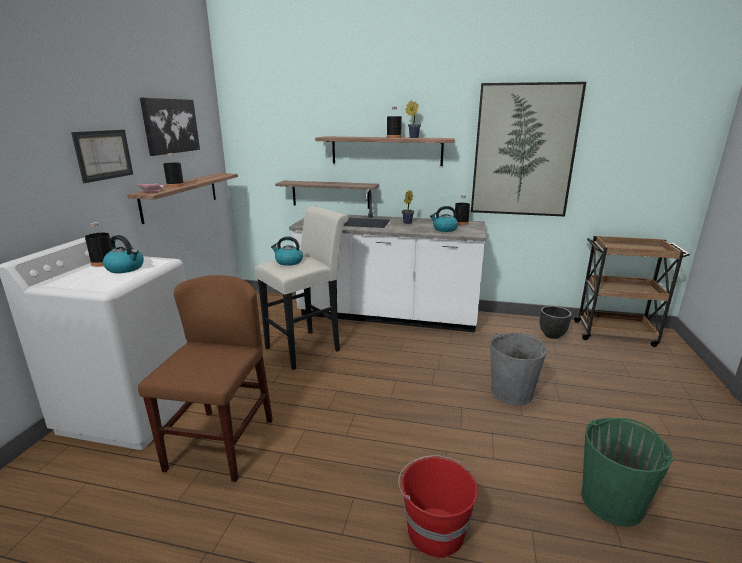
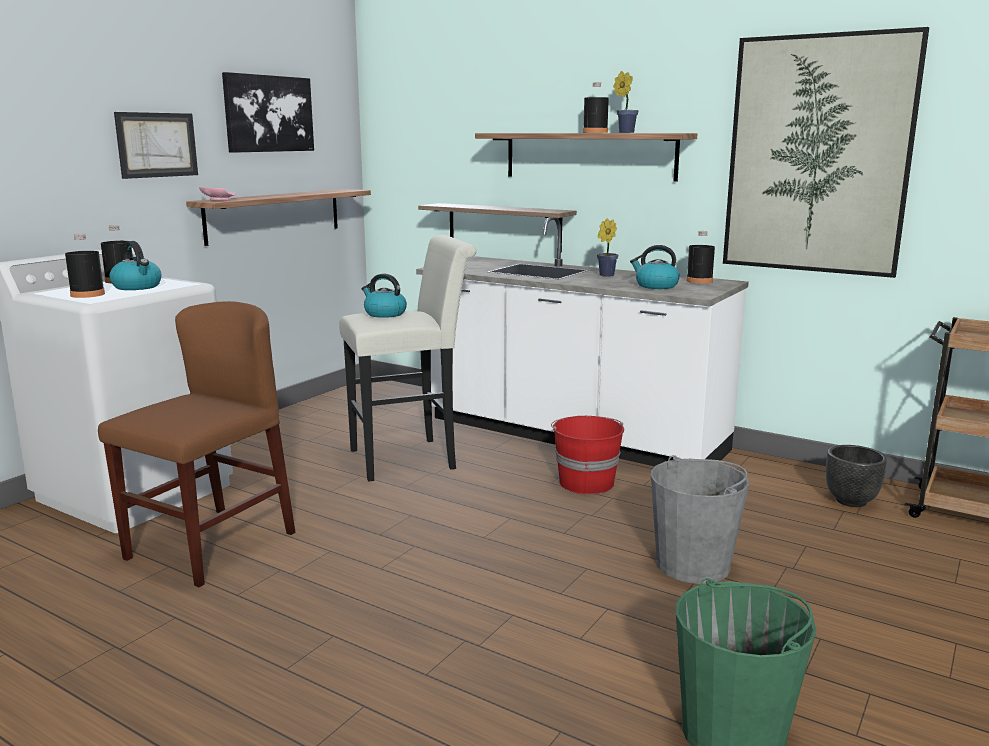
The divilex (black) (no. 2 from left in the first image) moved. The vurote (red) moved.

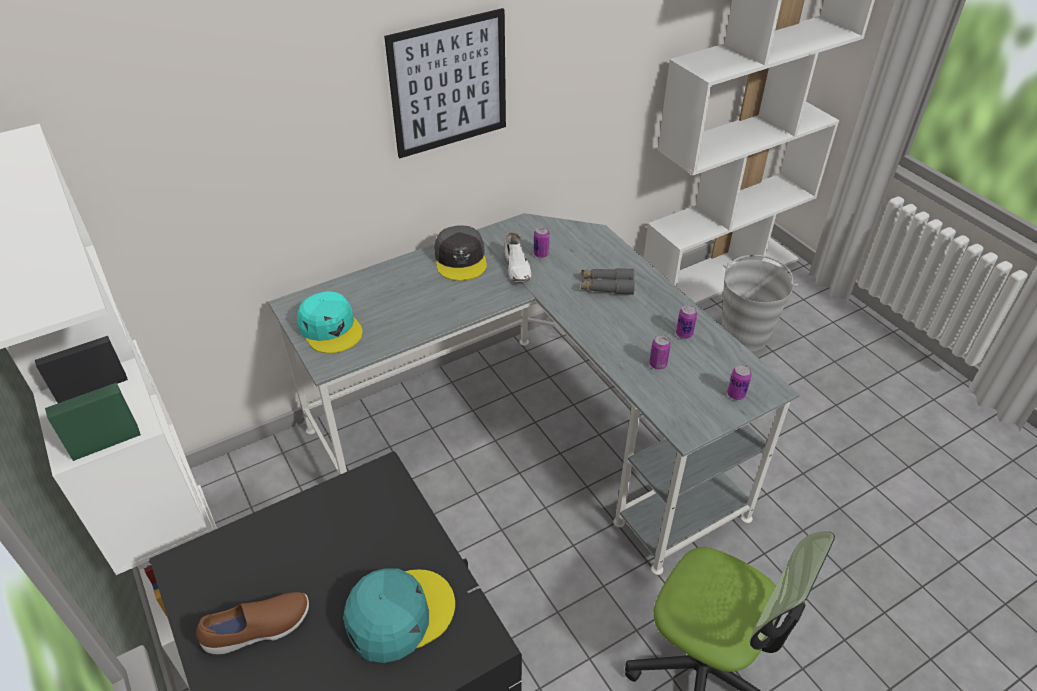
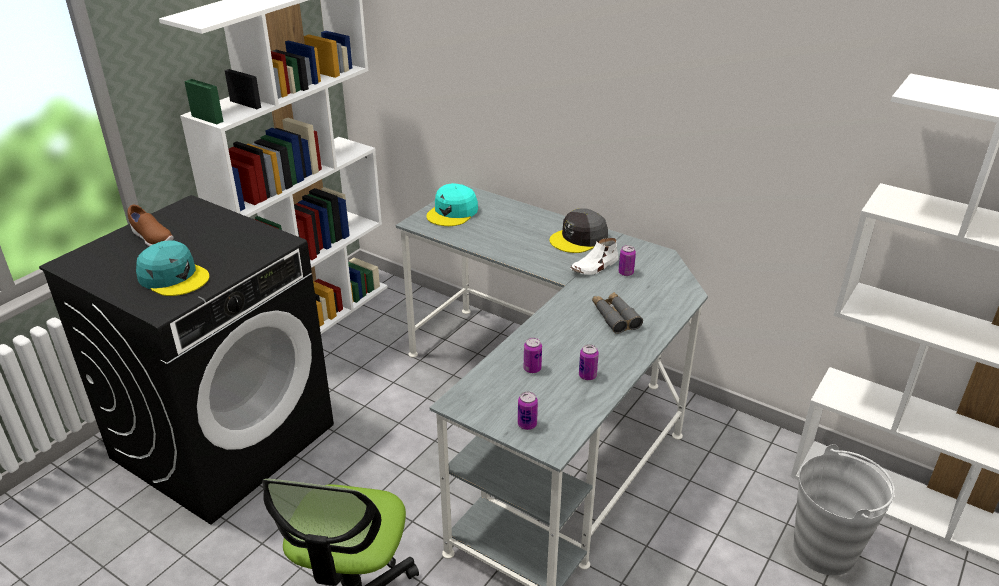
The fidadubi disappeared.

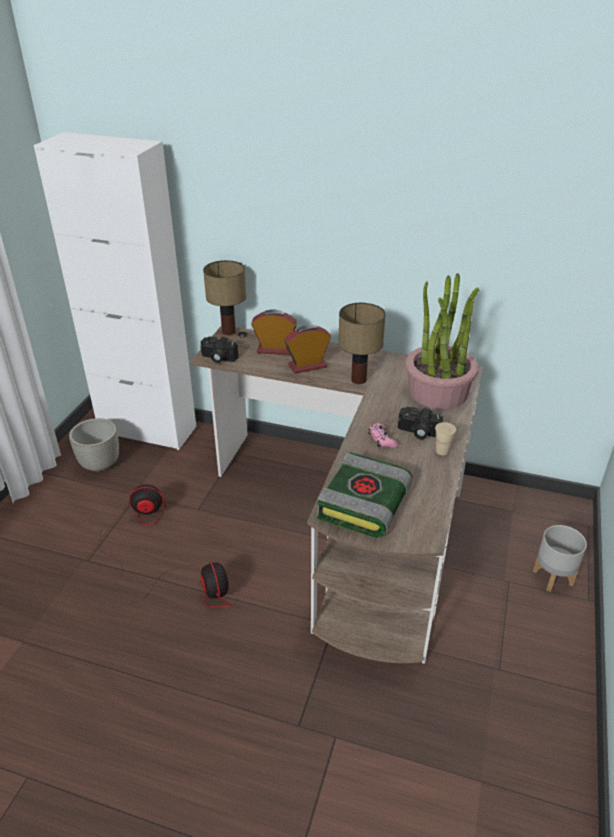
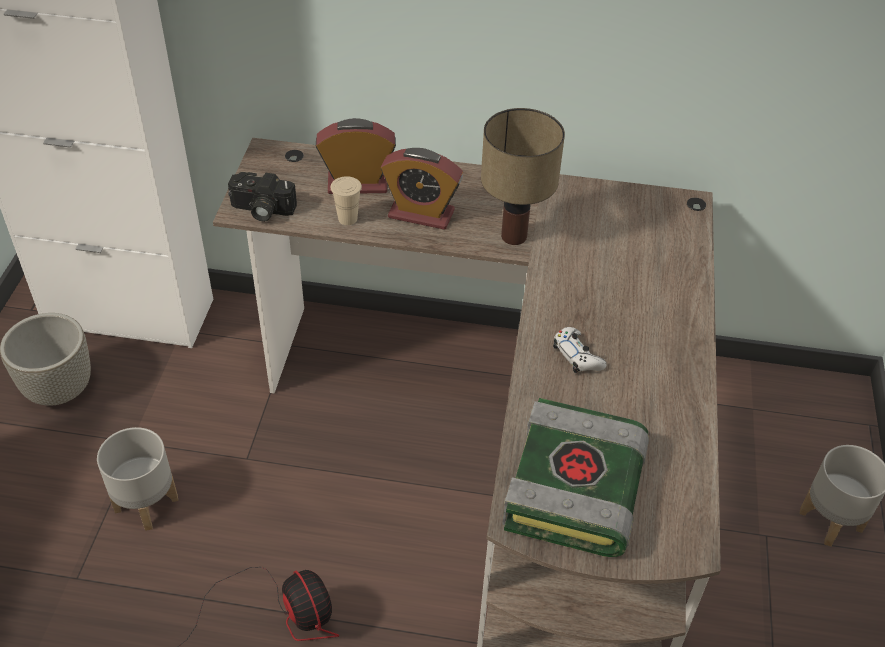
The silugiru (no. 1 from left) disappeared. The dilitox disappeared. The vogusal (no. 2 from left) turned 135 degrees counterclockwise. The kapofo (no. 2 from left) disappeared. The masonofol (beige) moved. The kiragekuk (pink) became the kiragekuk (white). The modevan (no. 1 from left) was replaced by the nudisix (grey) (no. 2 from left).

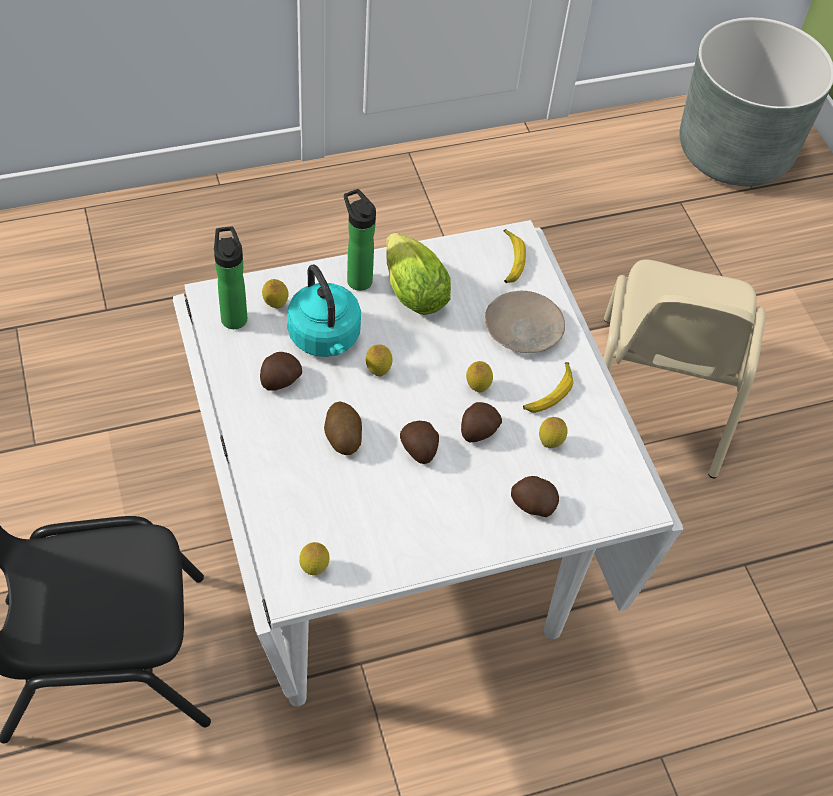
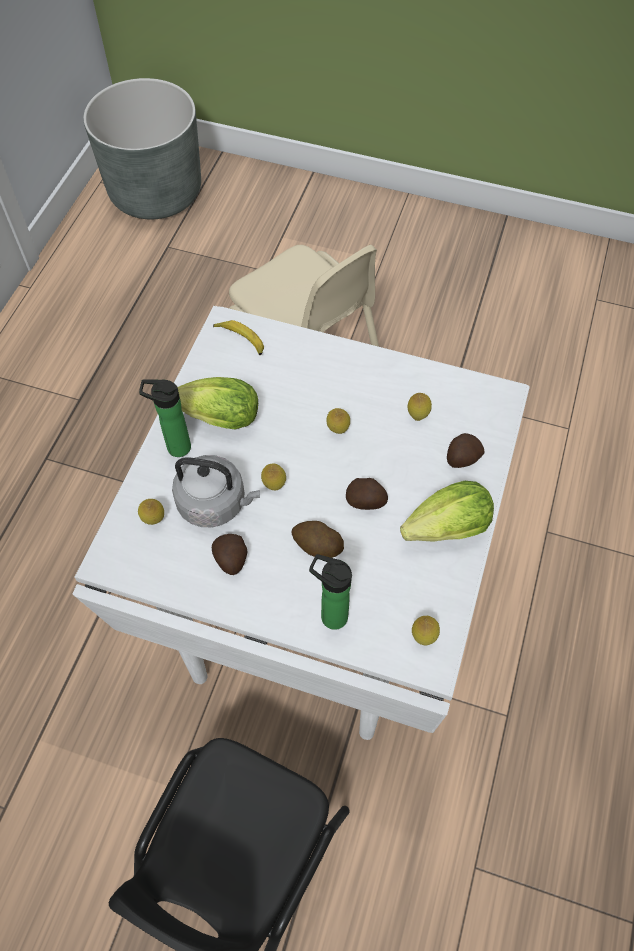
The divilex (no. 1 from left in the first image) moved. The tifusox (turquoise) became the tifusox (grey). The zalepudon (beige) disappeared. The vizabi (no. 2 from left) disappeared. The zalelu (no. 4 from left) disappeared. The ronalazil (no. 2 from left) appeared.

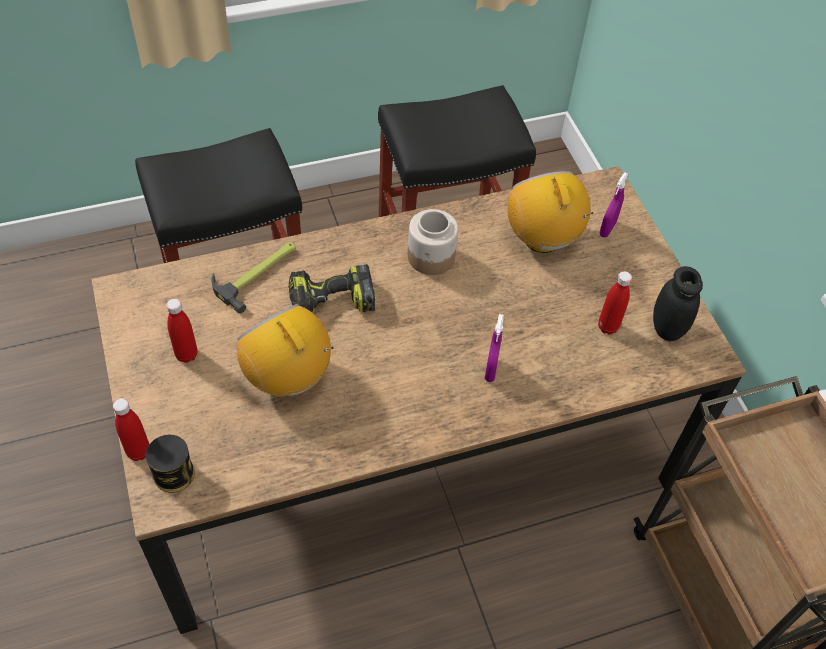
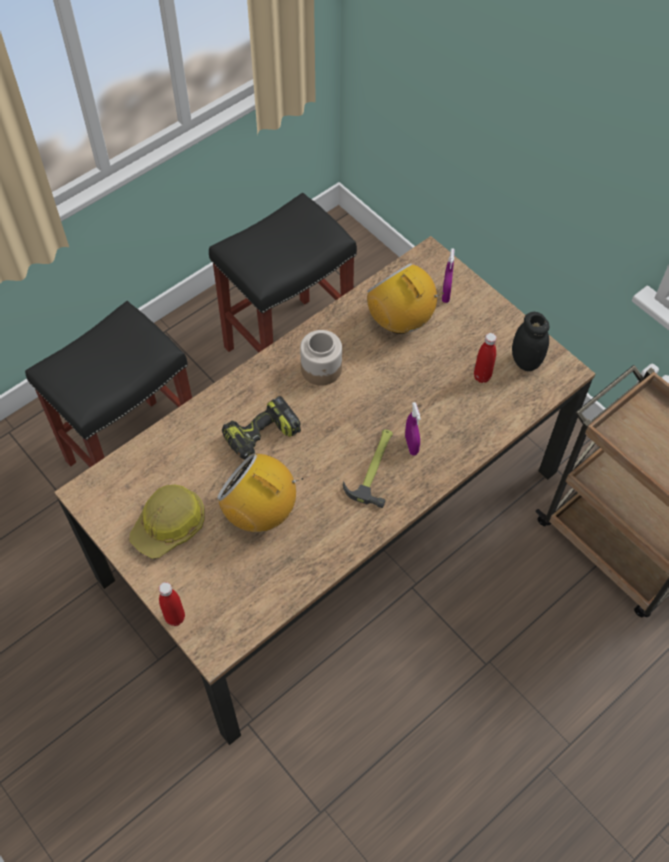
The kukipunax moved. The divilex (red) (no. 2 from left) was replaced by the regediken. The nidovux disappeared.

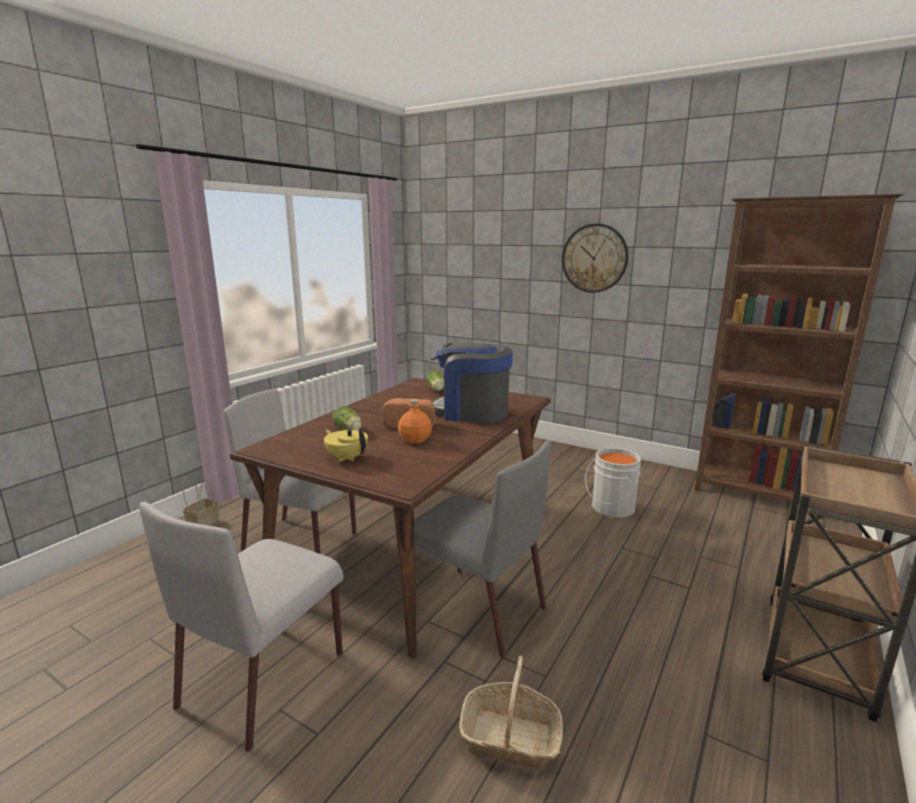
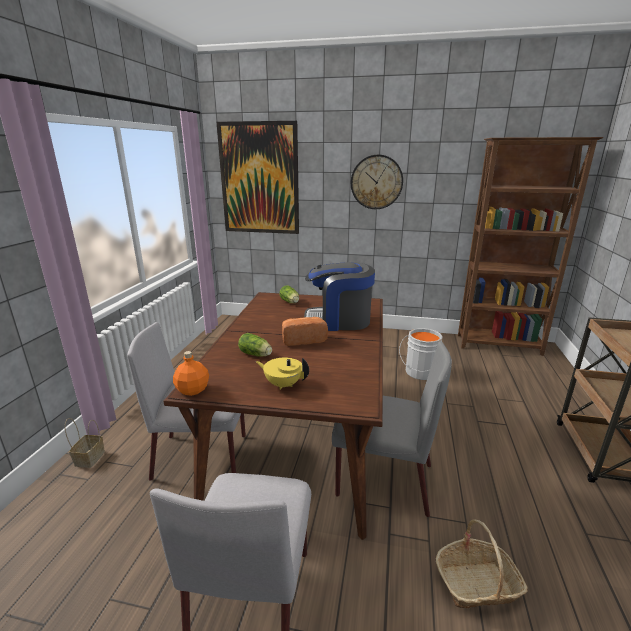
The divilex (orange) moved. The fidadubi appeared.

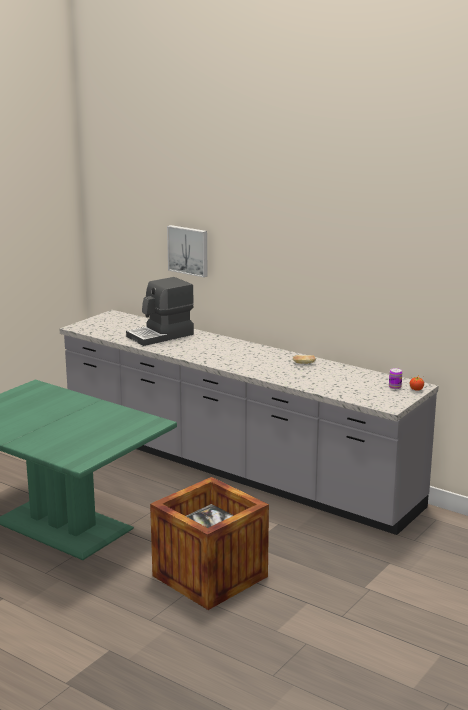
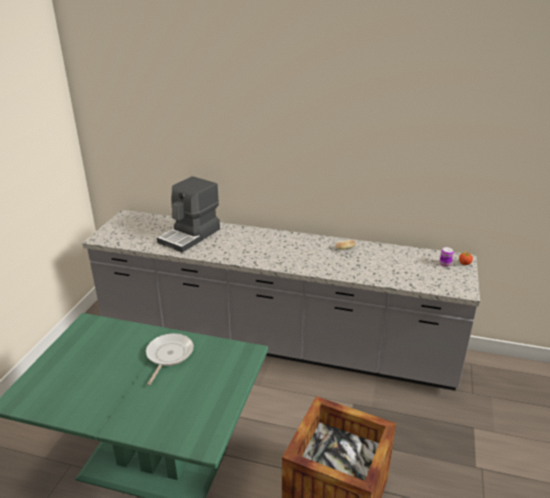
The fidadubi disappeared. The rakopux appeared.

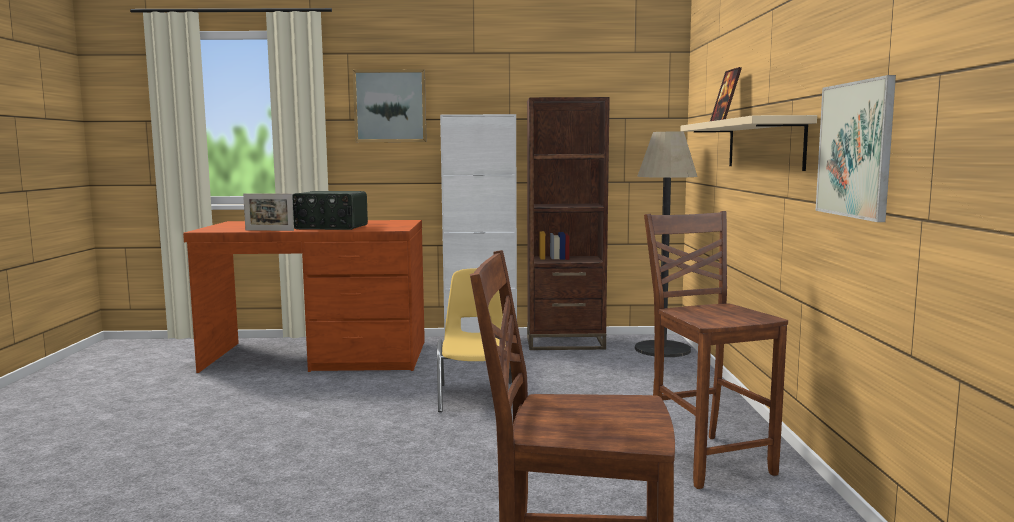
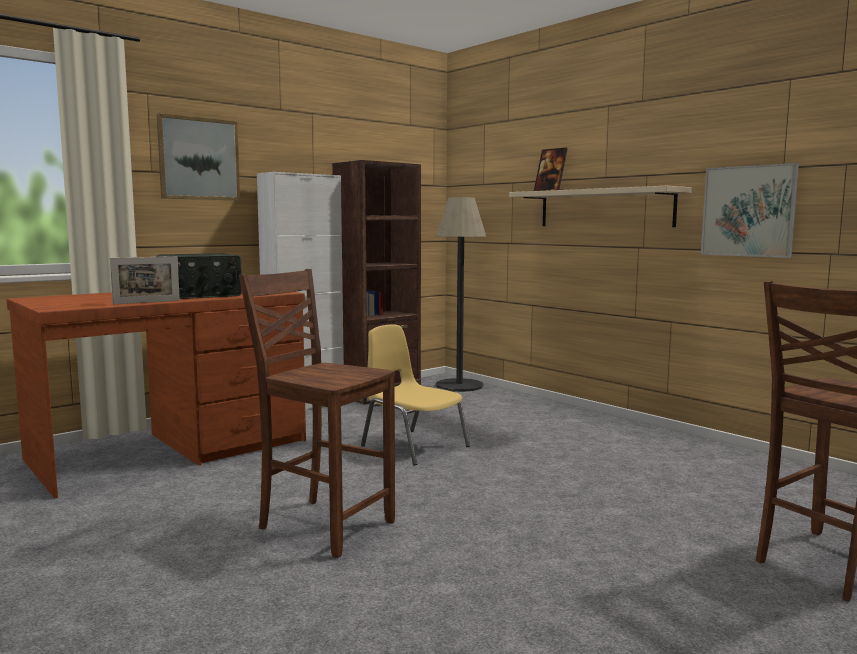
The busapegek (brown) (no. 2 from left in the first image) moved.

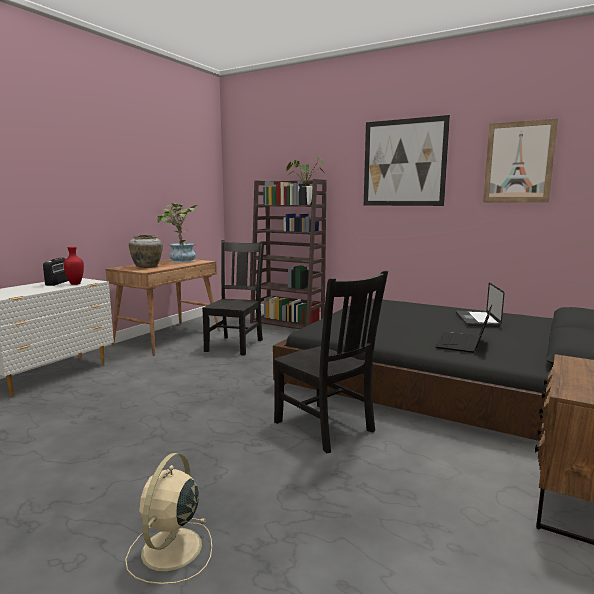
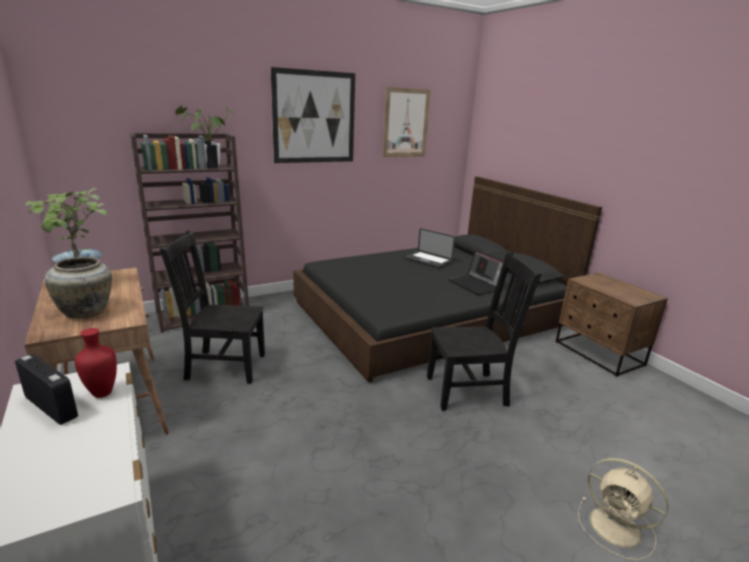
The busapegek (black) (no. 1 from left) turned 45 degrees counterclockwise.

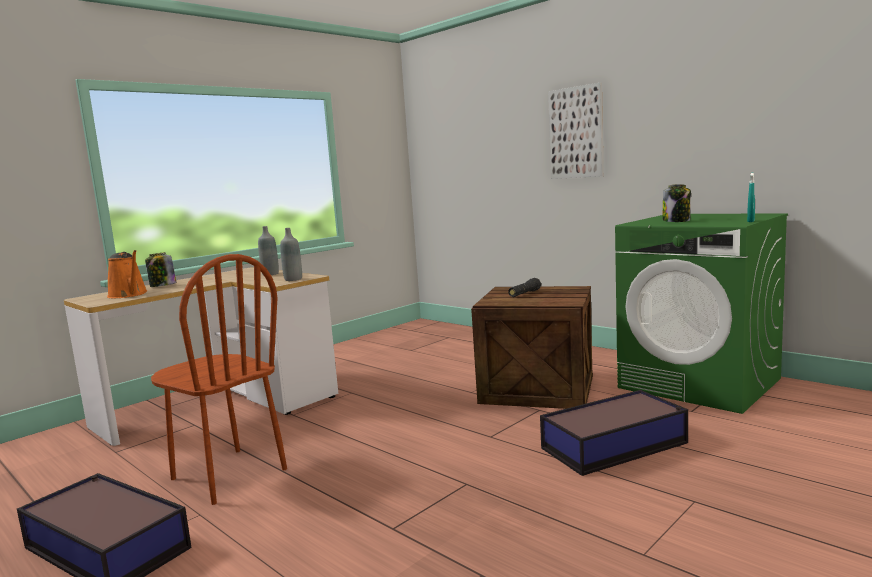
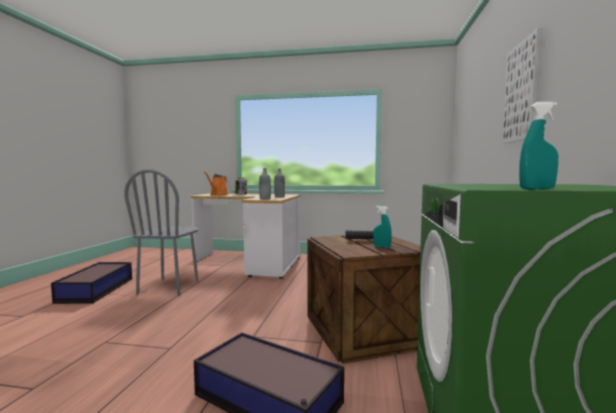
The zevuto (no. 2 from left) disappeared. The busapegek (brown) became the busapegek (grey). The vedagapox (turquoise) (no. 1 from left) appeared.

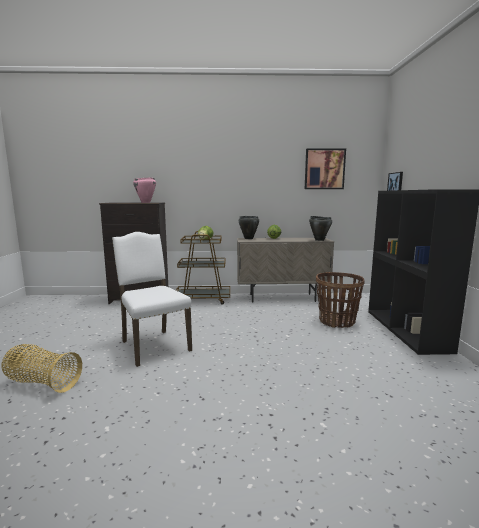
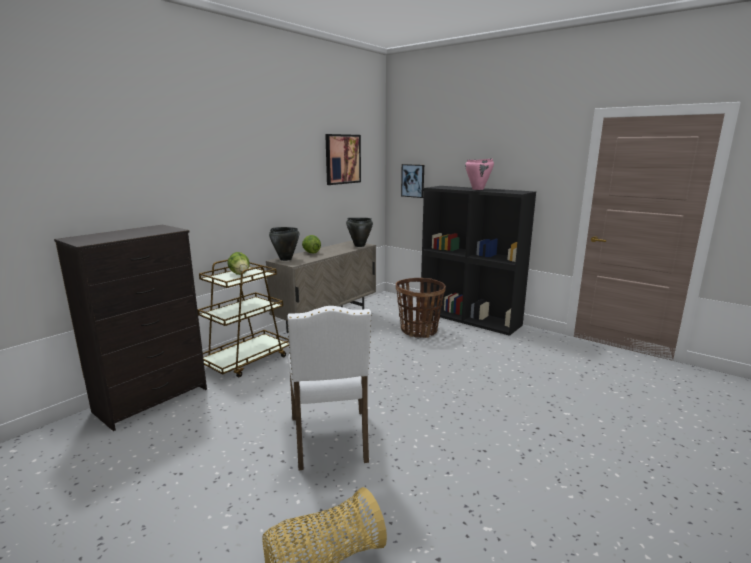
The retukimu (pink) moved. The busapegek (white) turned 105 degrees counterclockwise.

